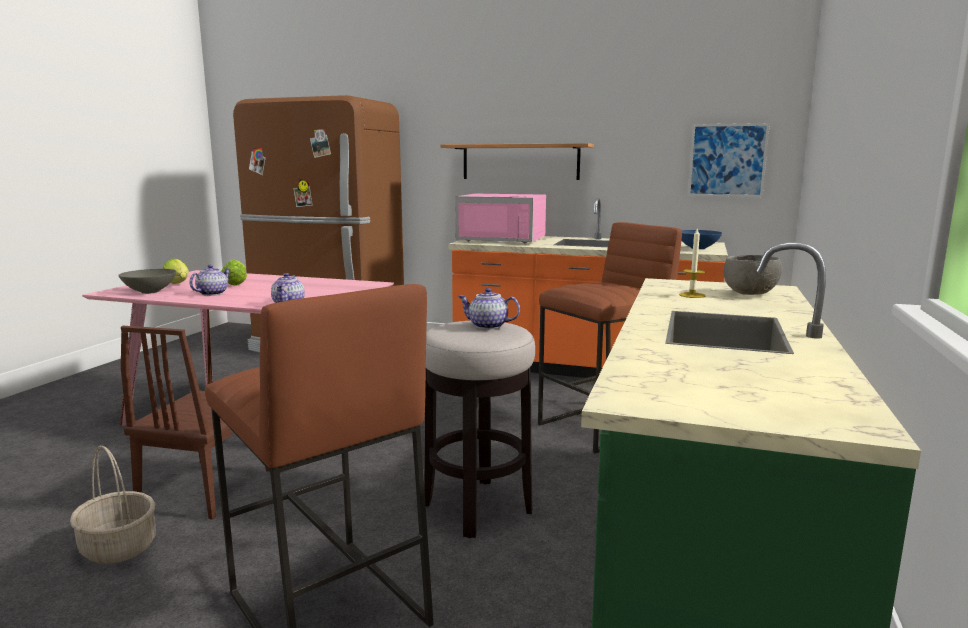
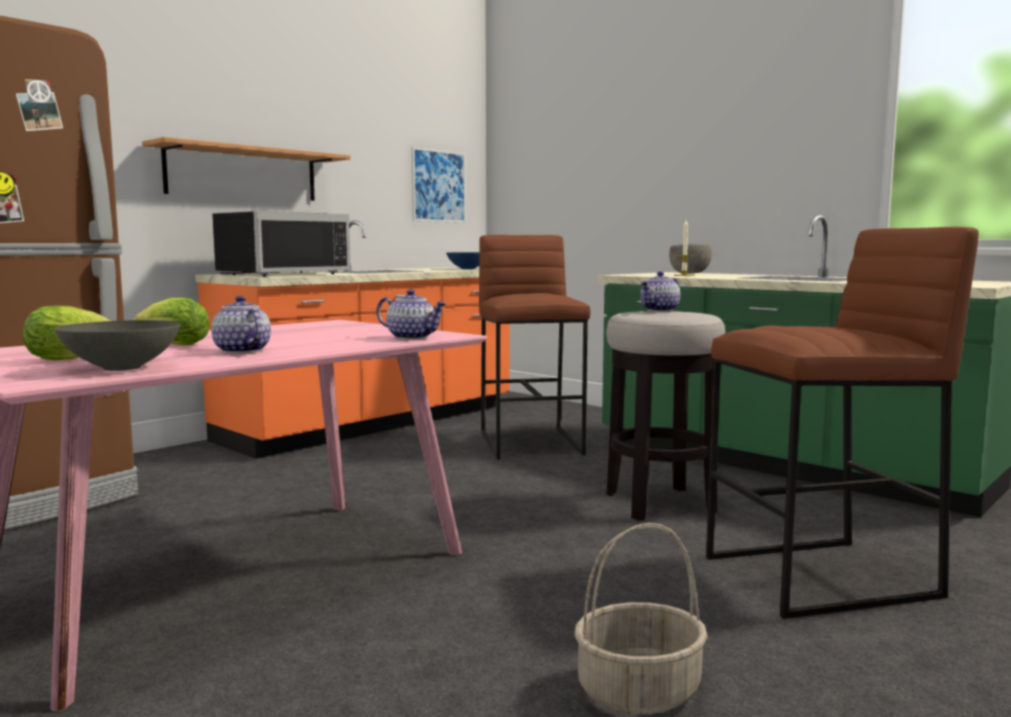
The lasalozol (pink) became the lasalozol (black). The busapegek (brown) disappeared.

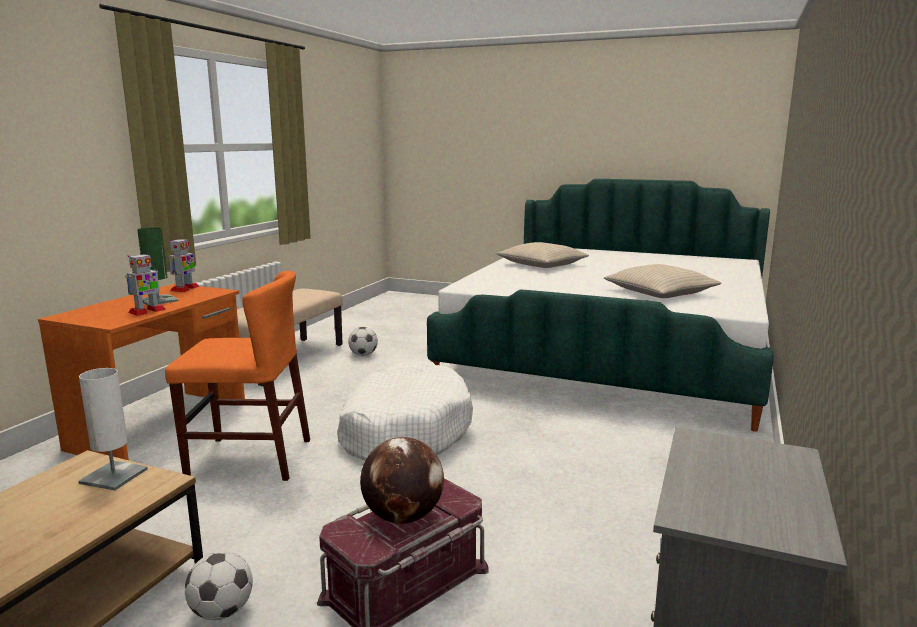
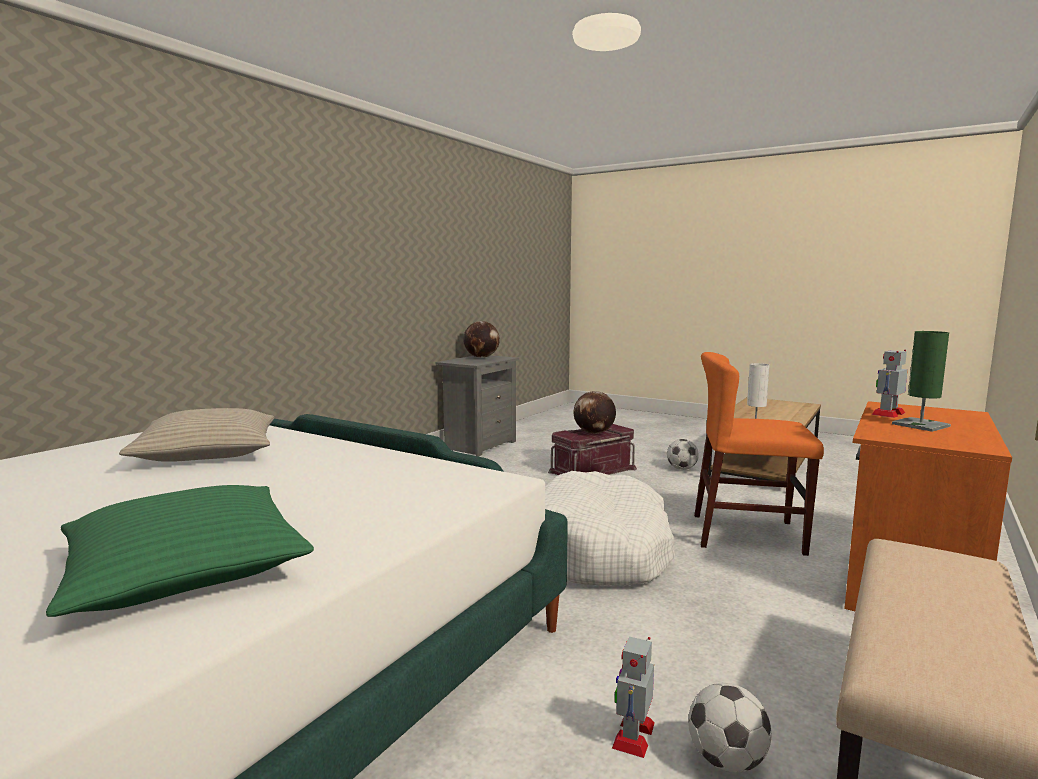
The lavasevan (no. 2 from left in the first image) moved. The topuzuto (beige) (no. 1 from left) became the topuzuto (green). The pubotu (no. 1 from left) appeared.

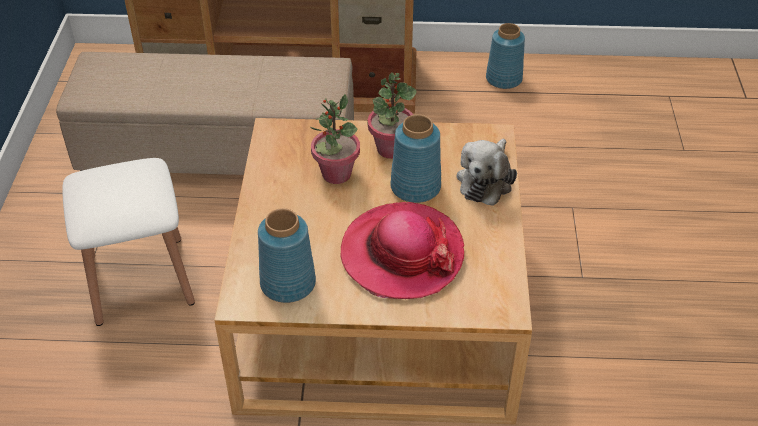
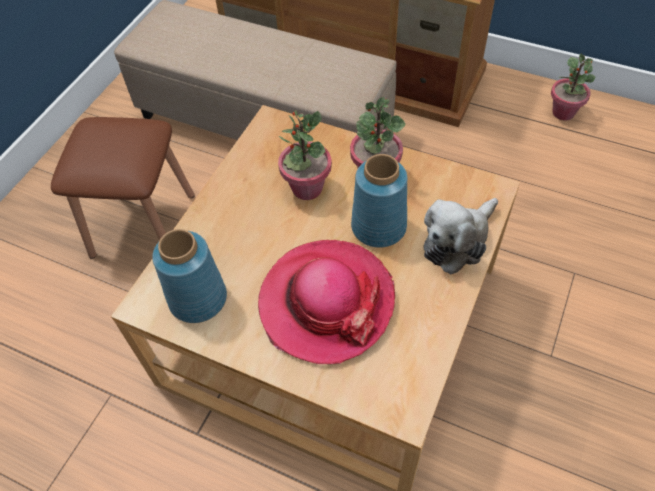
The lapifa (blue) (no. 3 from left) was replaced by the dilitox (no. 3 from left). The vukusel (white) became the vukusel (brown).

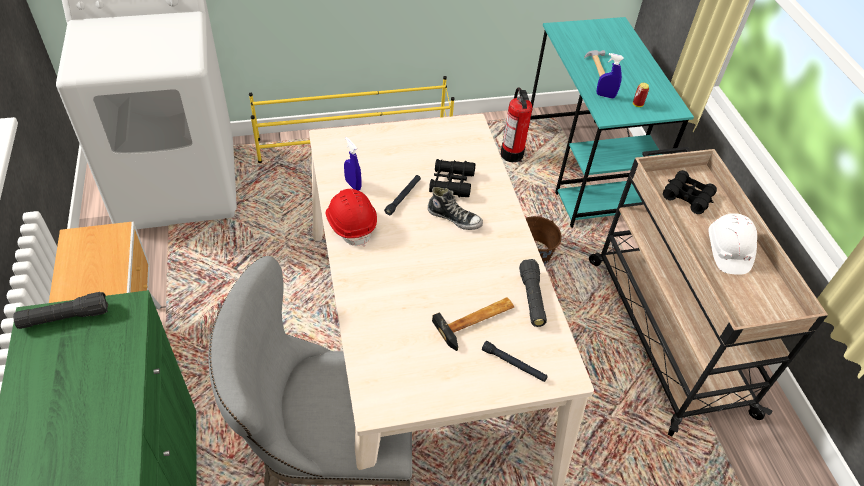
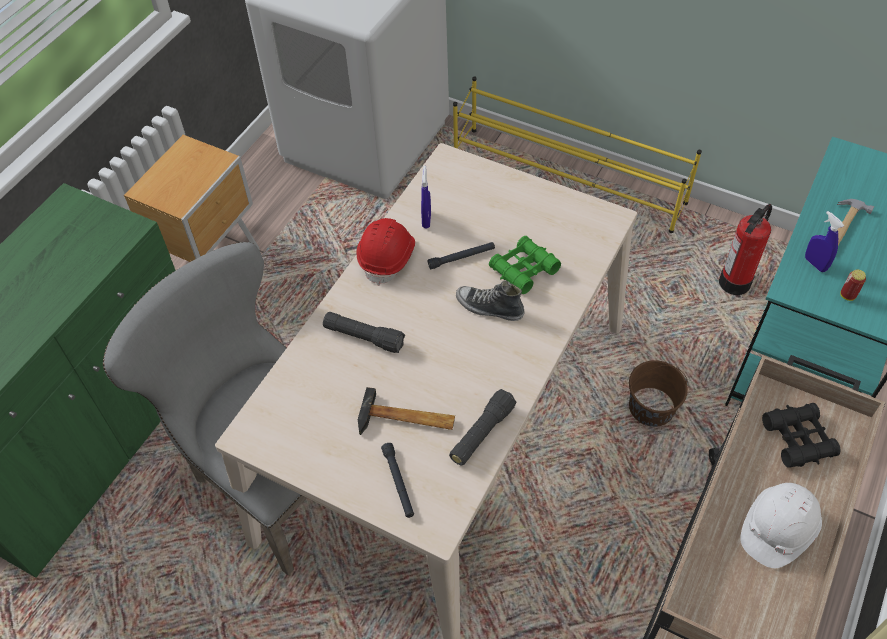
The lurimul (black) (no. 1 from left) became the lurimul (green). The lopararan turned 135 degrees clockwise. The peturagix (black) (no. 1 from left) moved.

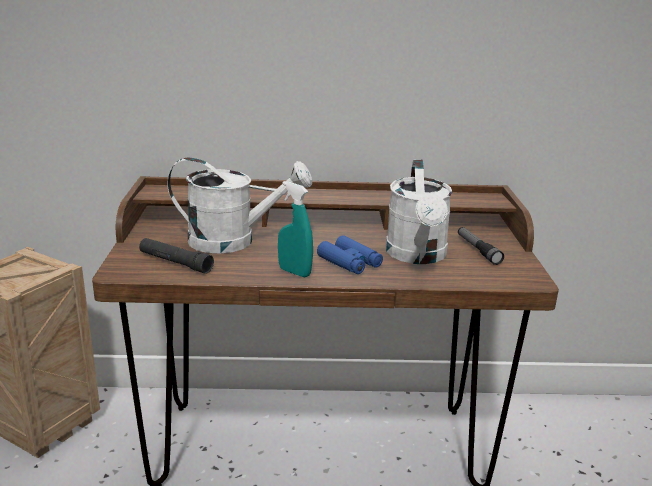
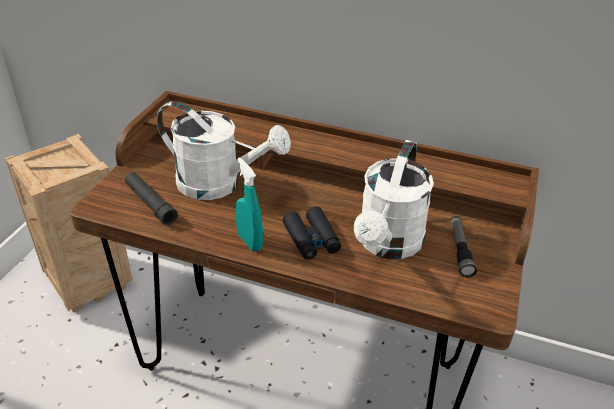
The lurimul (blue) became the lurimul (black).

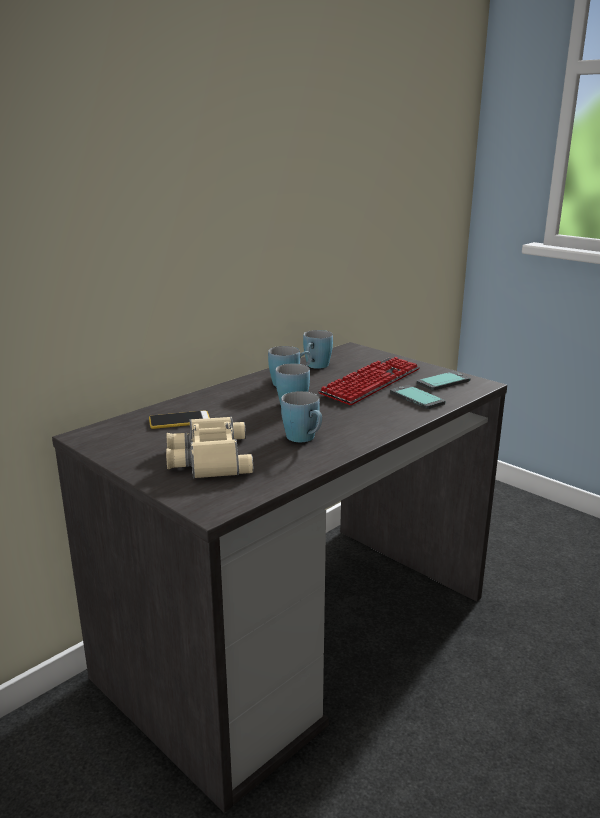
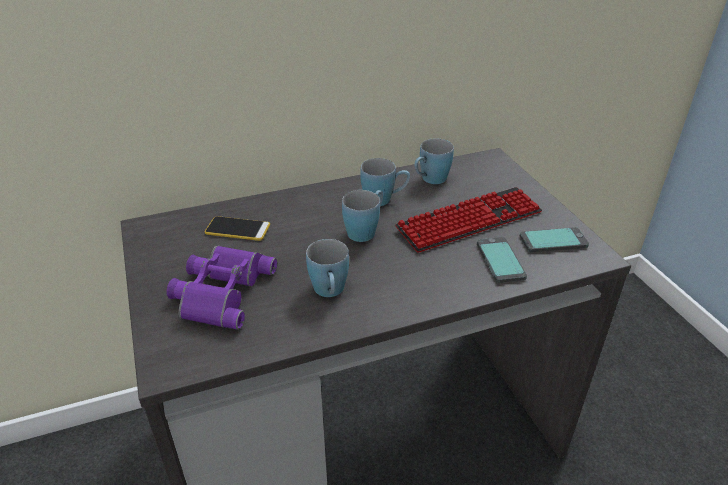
The lurimul (beige) became the lurimul (purple).

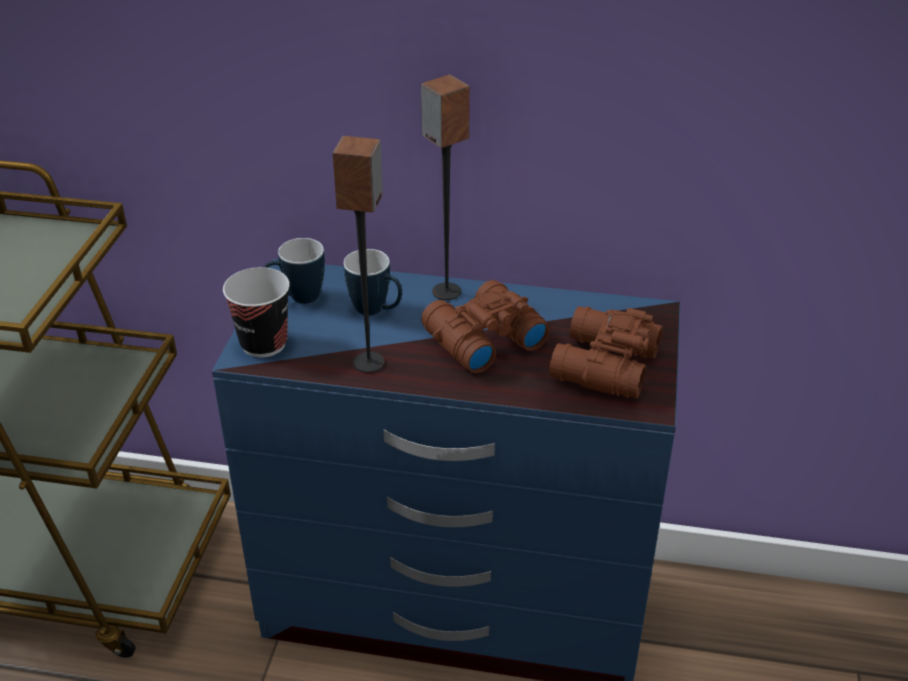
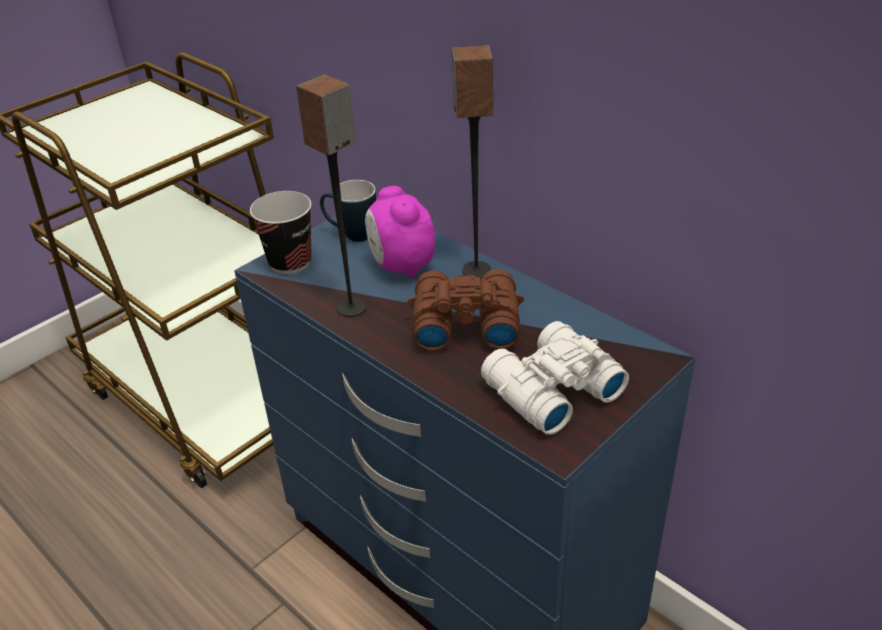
The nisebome (no. 2 from left) was replaced by the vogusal. The lurimul (brown) (no. 2 from left) became the lurimul (white).

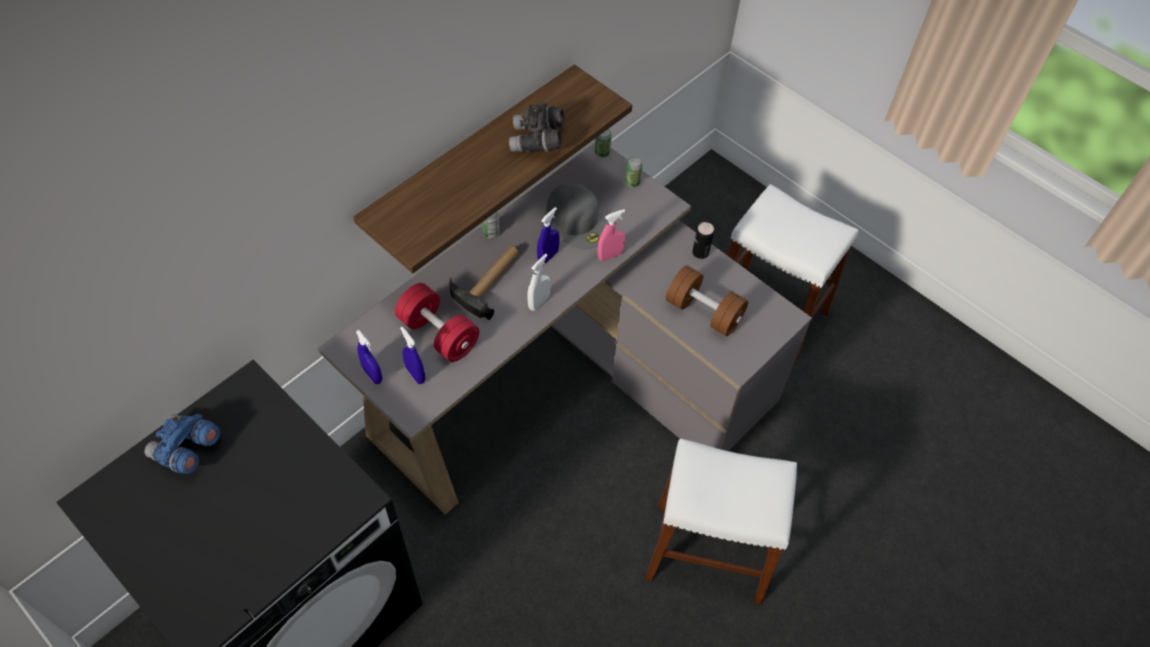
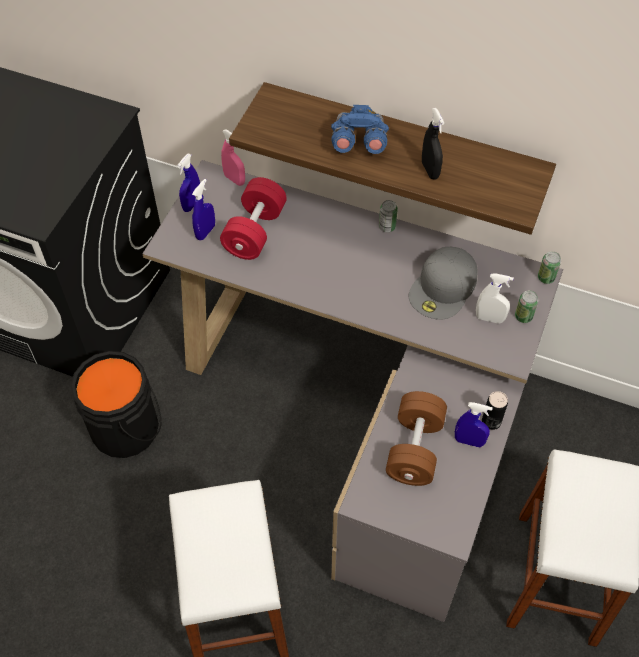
The lurimul (grey) was replaced by the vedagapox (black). The vedagapox (blue) (no. 3 from left) moved. The vedagapox (pink) moved. The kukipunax disappeared. The vedagapox (white) moved. The lurimul (blue) moved. The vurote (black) appeared.

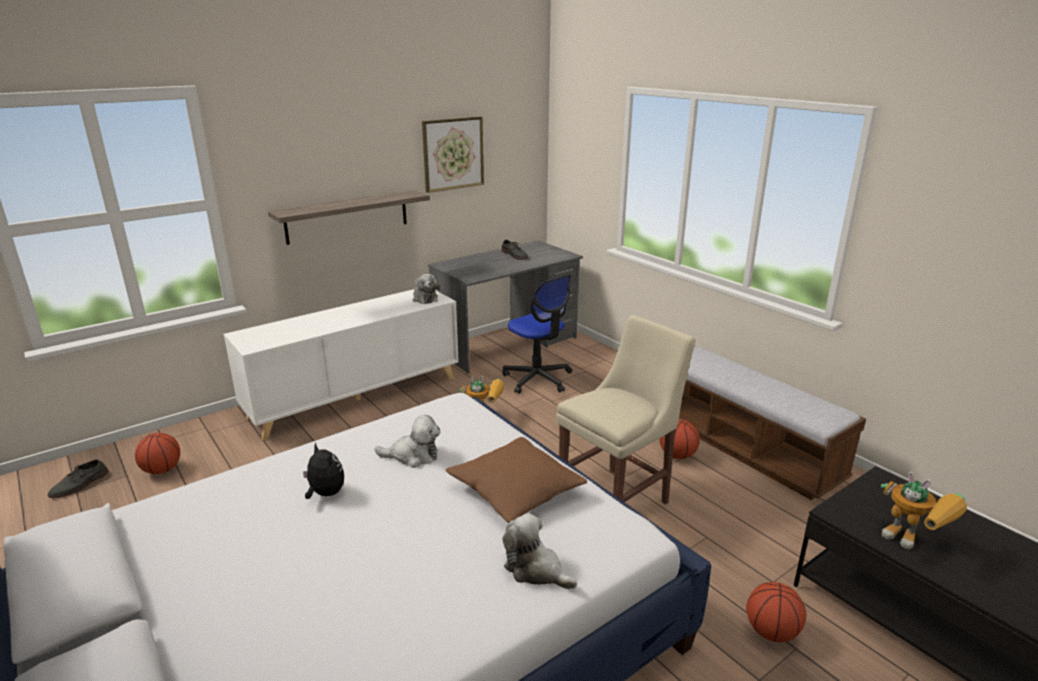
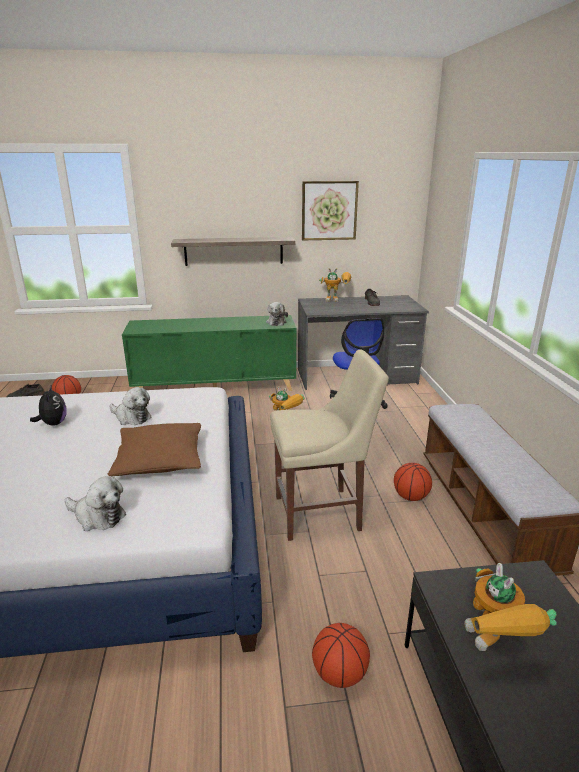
The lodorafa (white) became the lodorafa (green). The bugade (no. 4 from left in the first image) turned 135 degrees clockwise. The lavasevan (no. 2 from left) appeared.

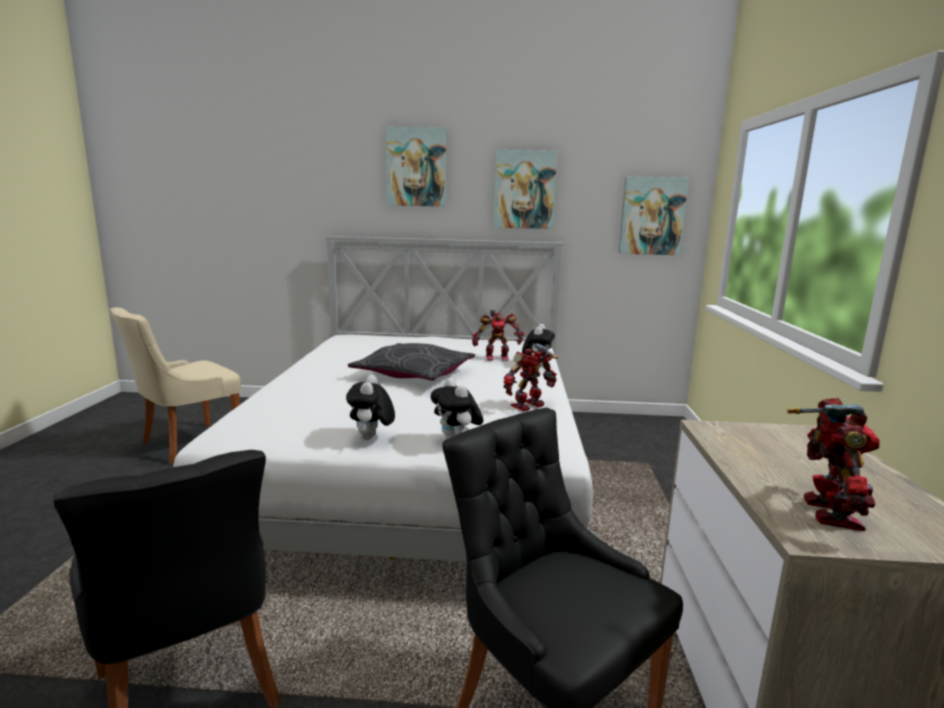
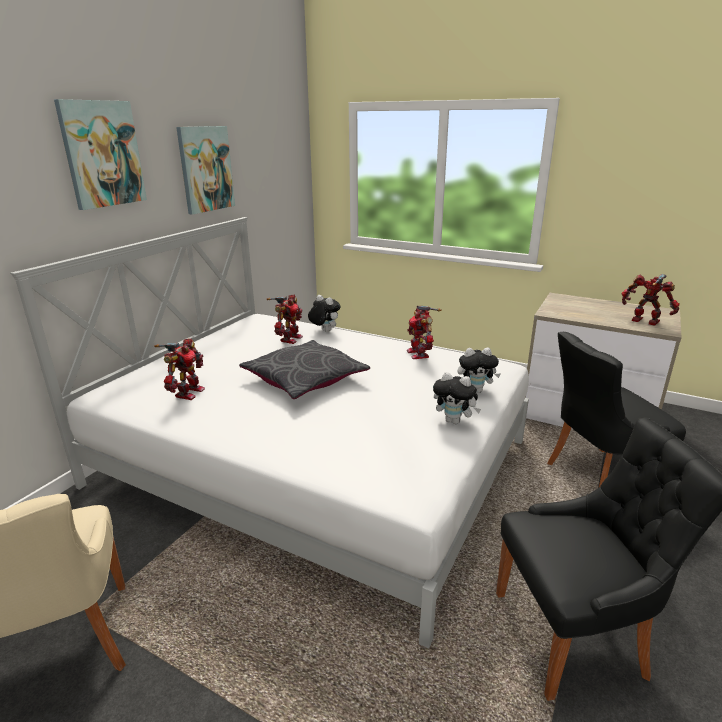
The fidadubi (no. 3 from left) disappeared. The lavasevan (no. 1 from left) appeared.

